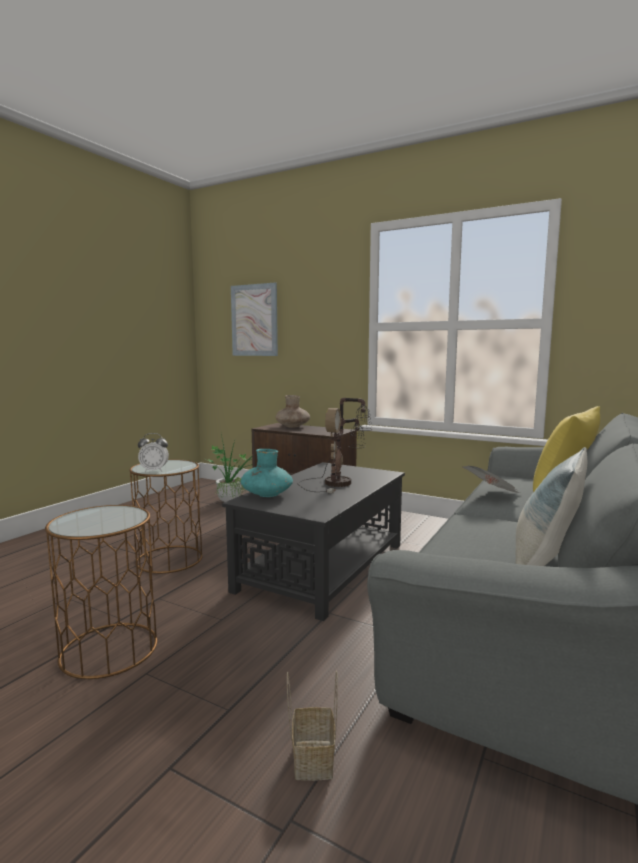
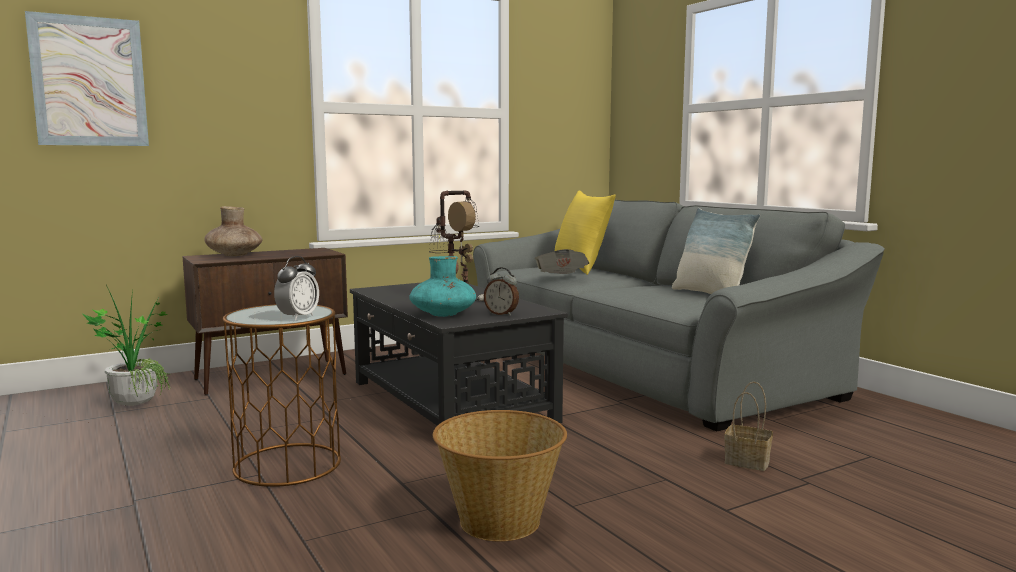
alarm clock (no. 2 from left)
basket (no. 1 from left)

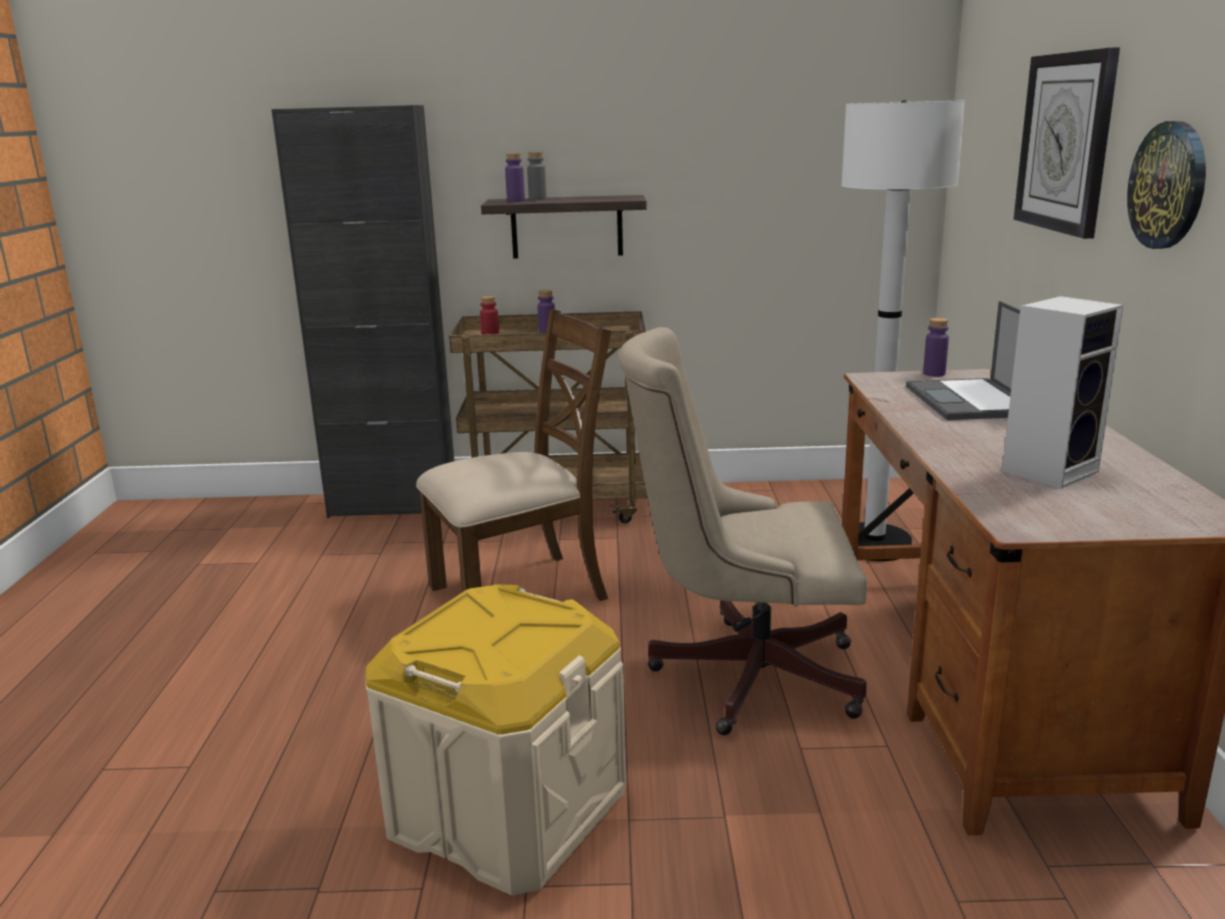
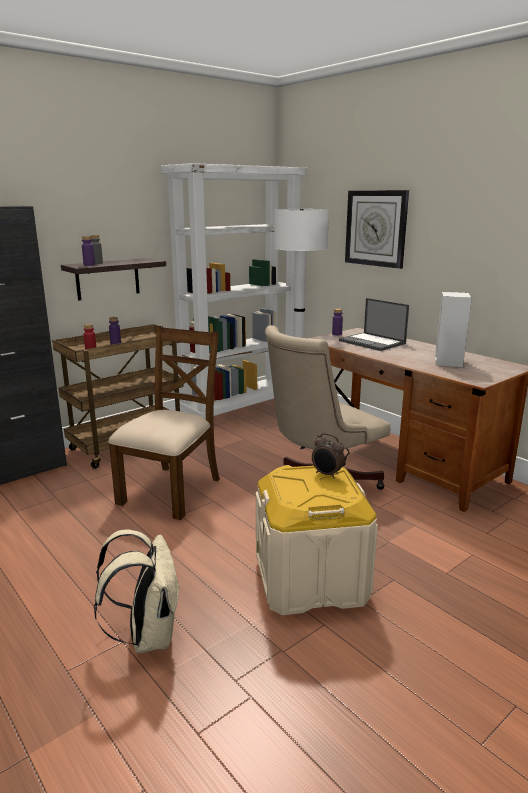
wall clock (no. 2 from left in the first image)
backpack in beige
bookcase in white
alarm clock

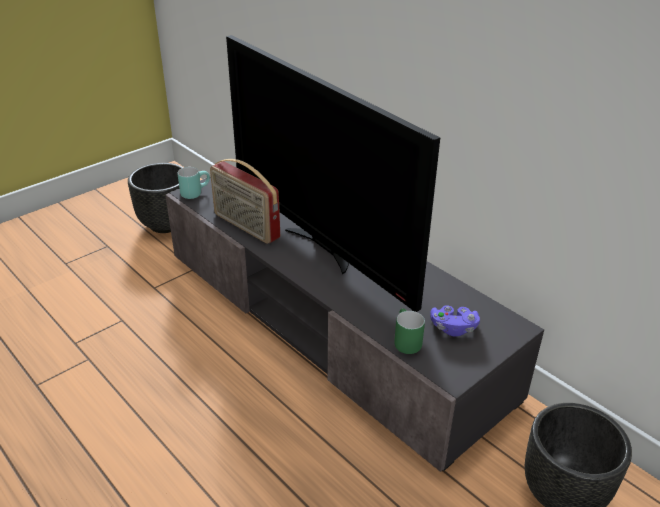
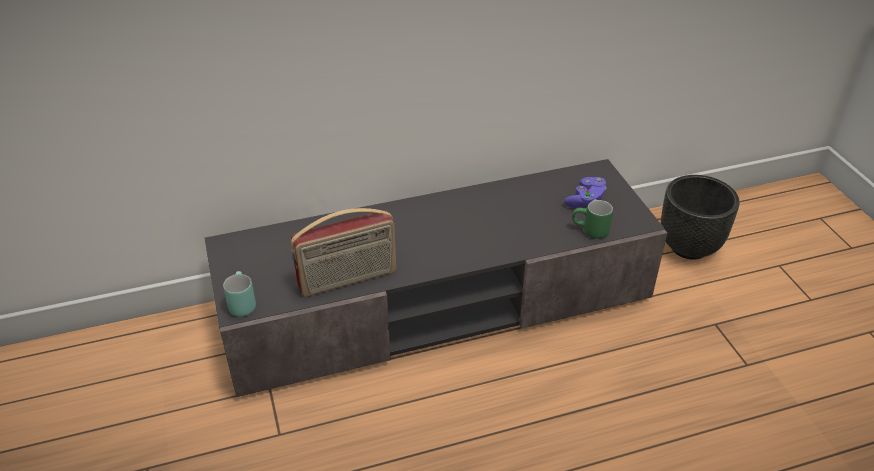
planter in black (no. 1 from left in the first image)
television

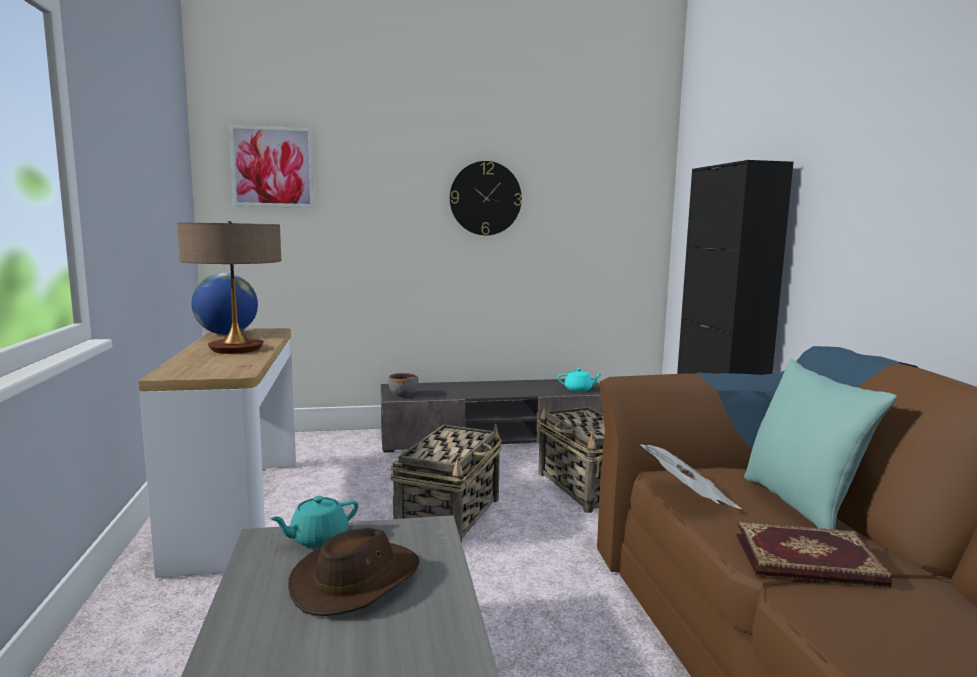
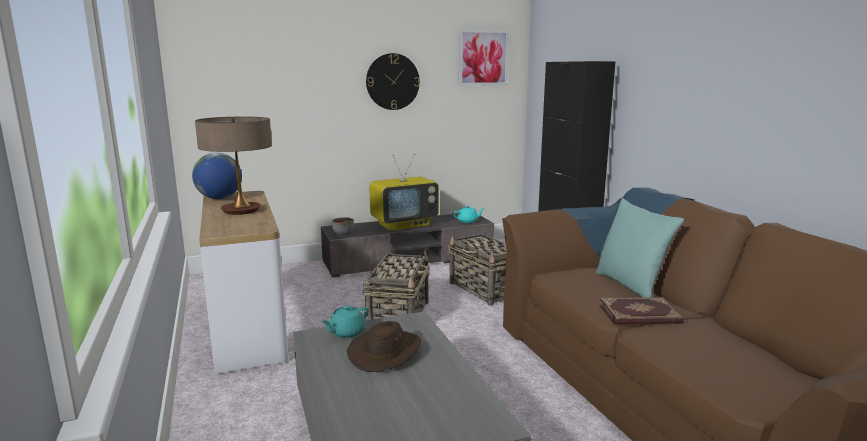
newspaper
television
picture

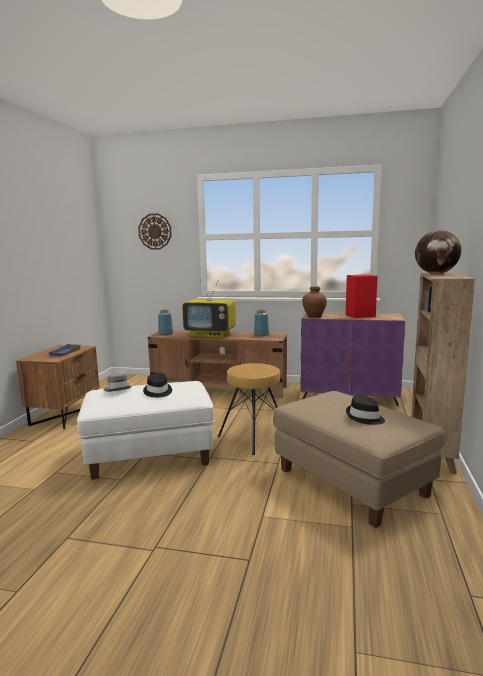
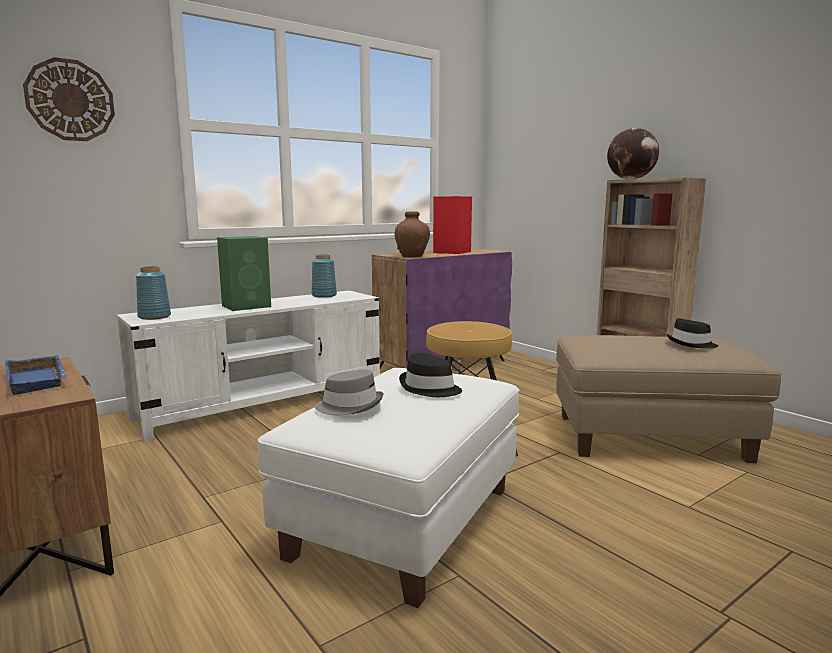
speaker in green
tv stand in white

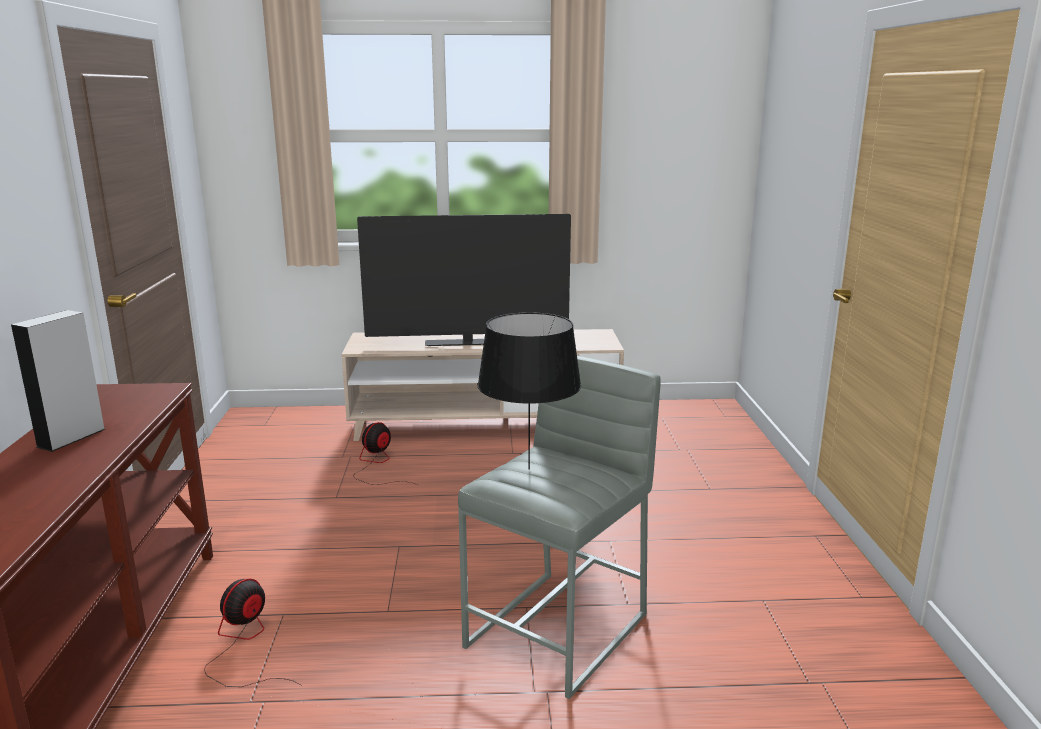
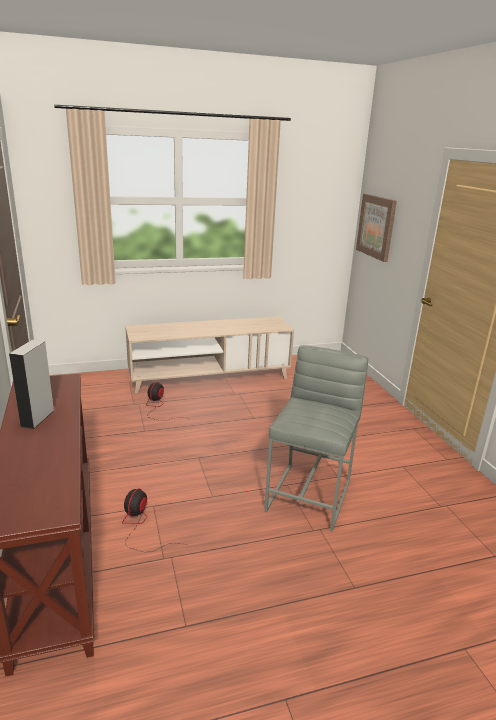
television
table lamp in black
picture

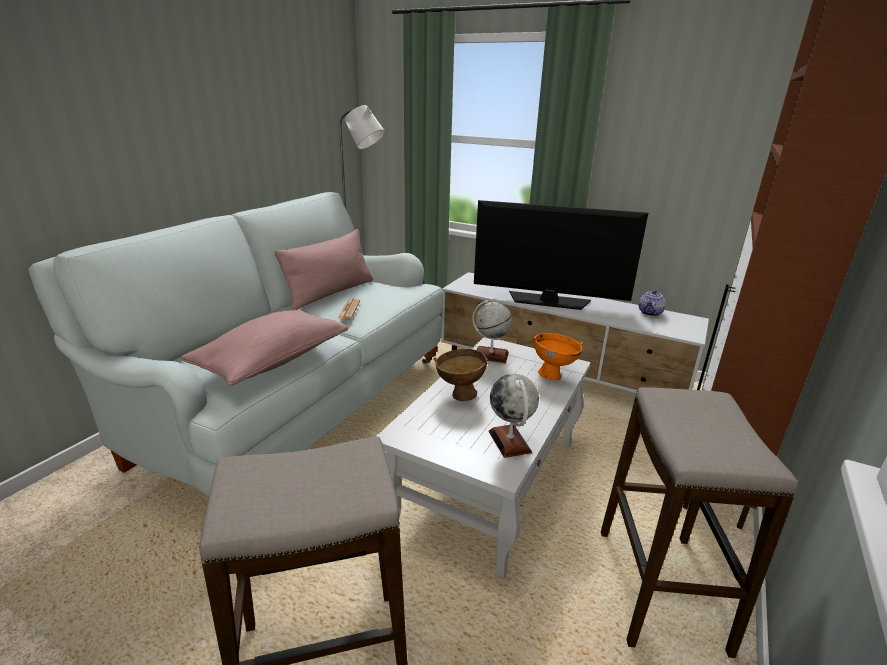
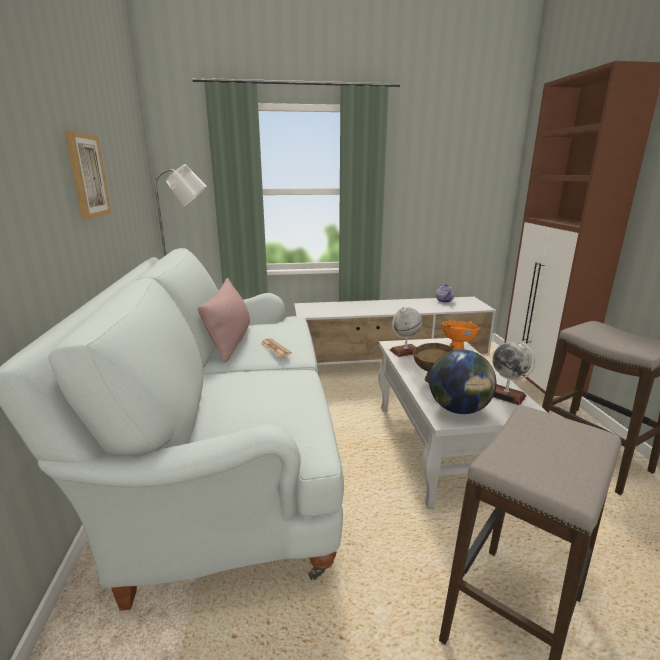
pillow in pink (no. 1 from left in the first image)
television
picture
globe (no. 2 from left)

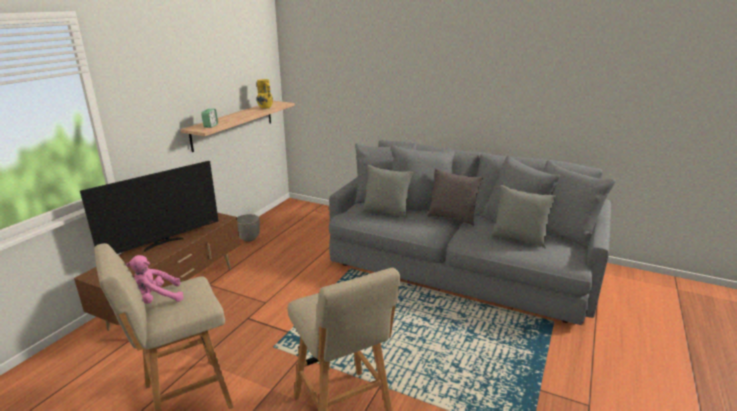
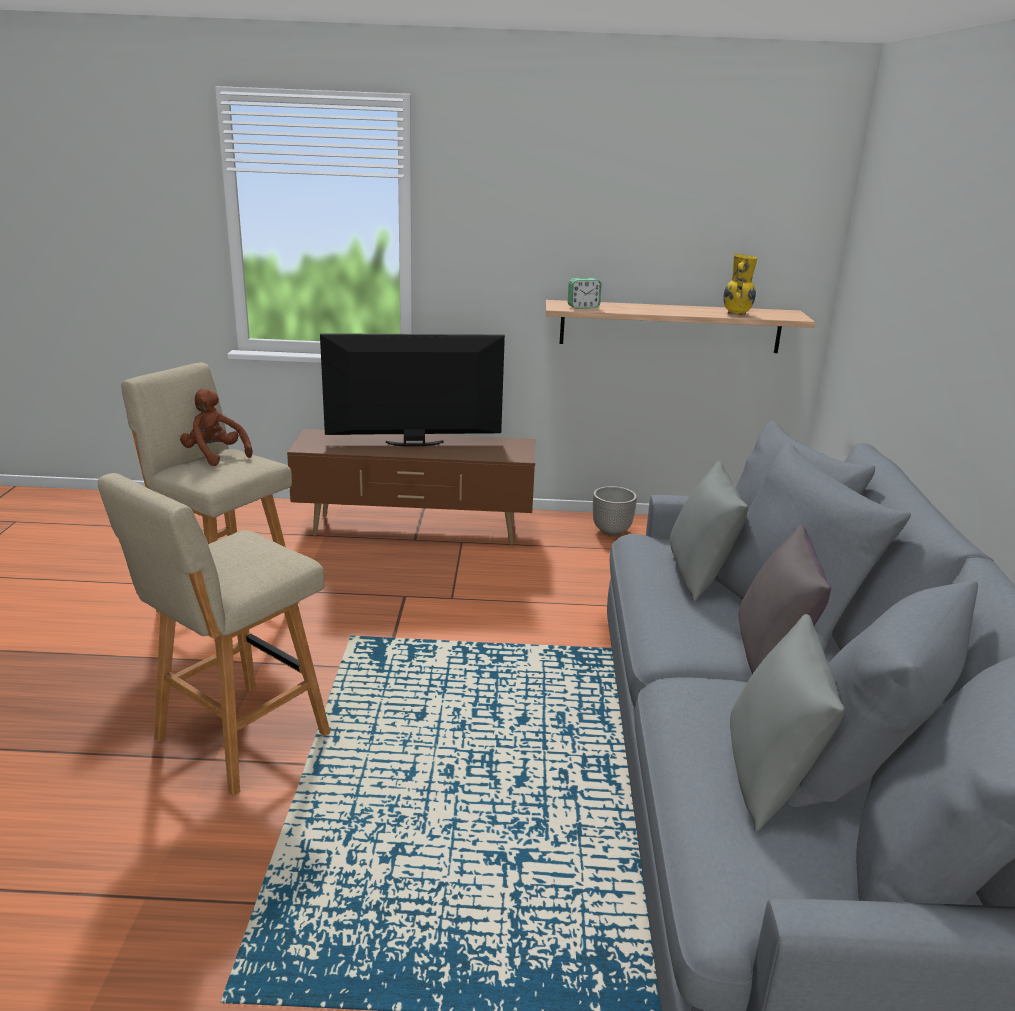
plush toy in brown
television

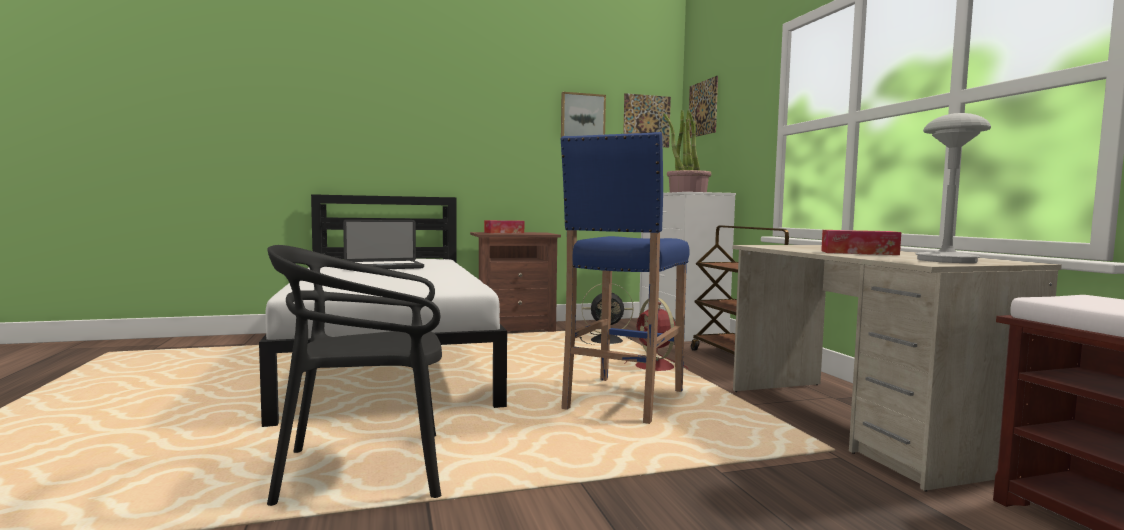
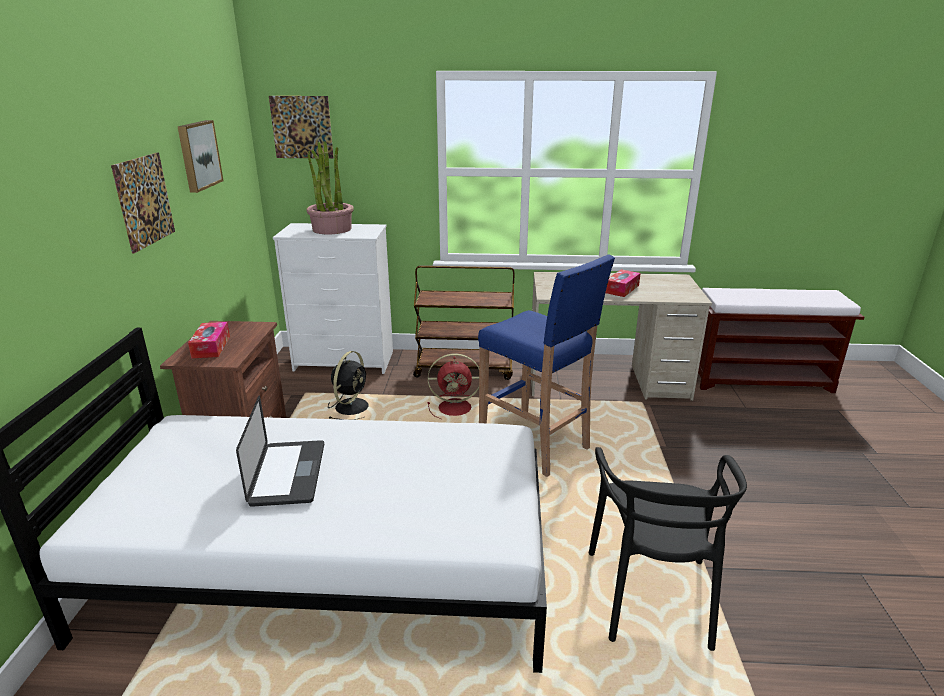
table lamp in grey
picture (no. 1 from left)

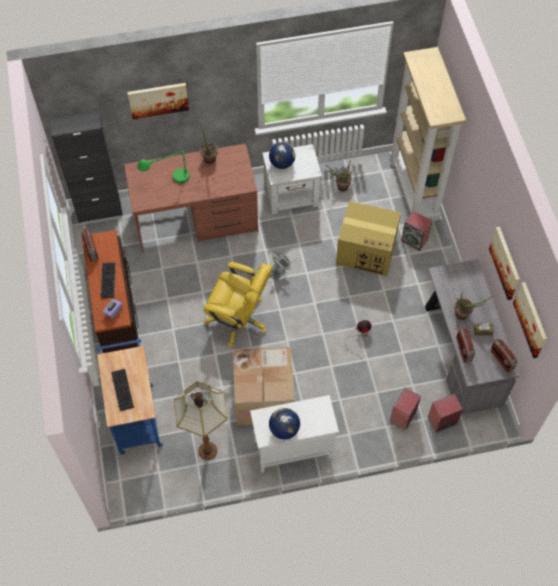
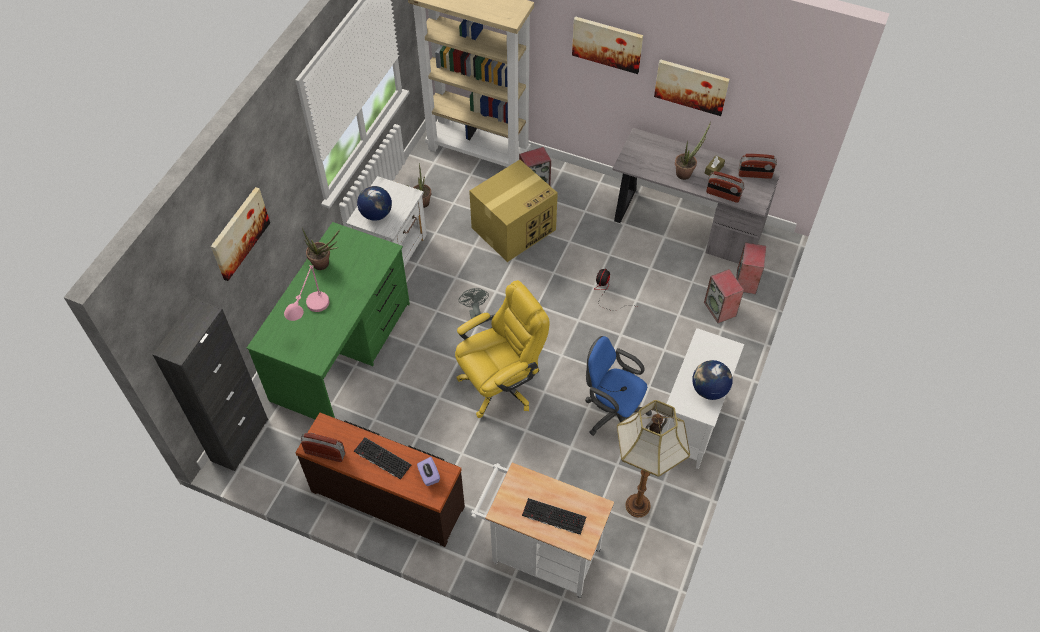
picture (no. 2 from left)
office chair in blue
cart in white
desk in green
table lamp in pink

